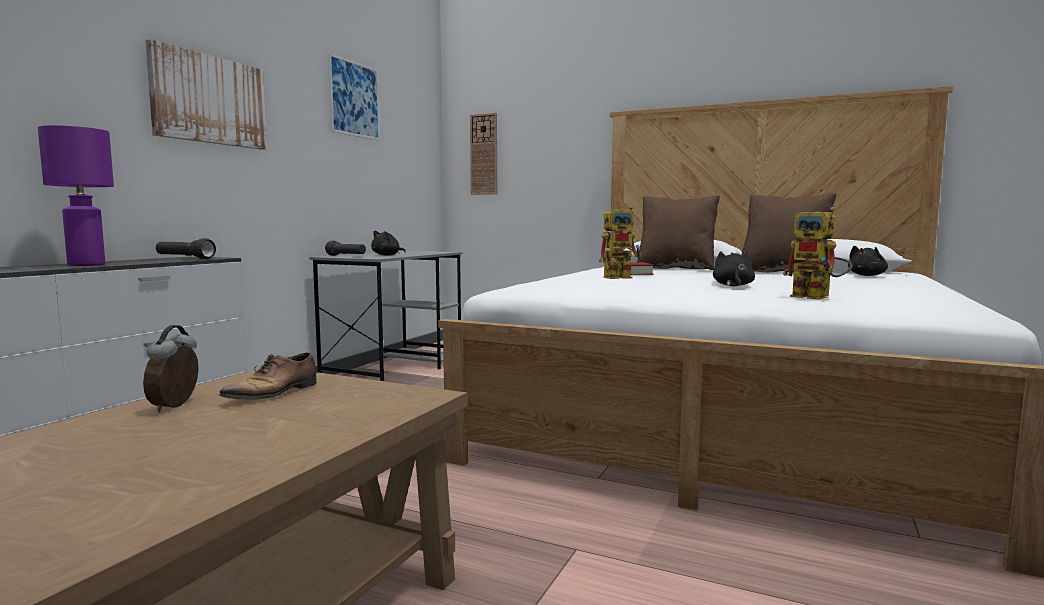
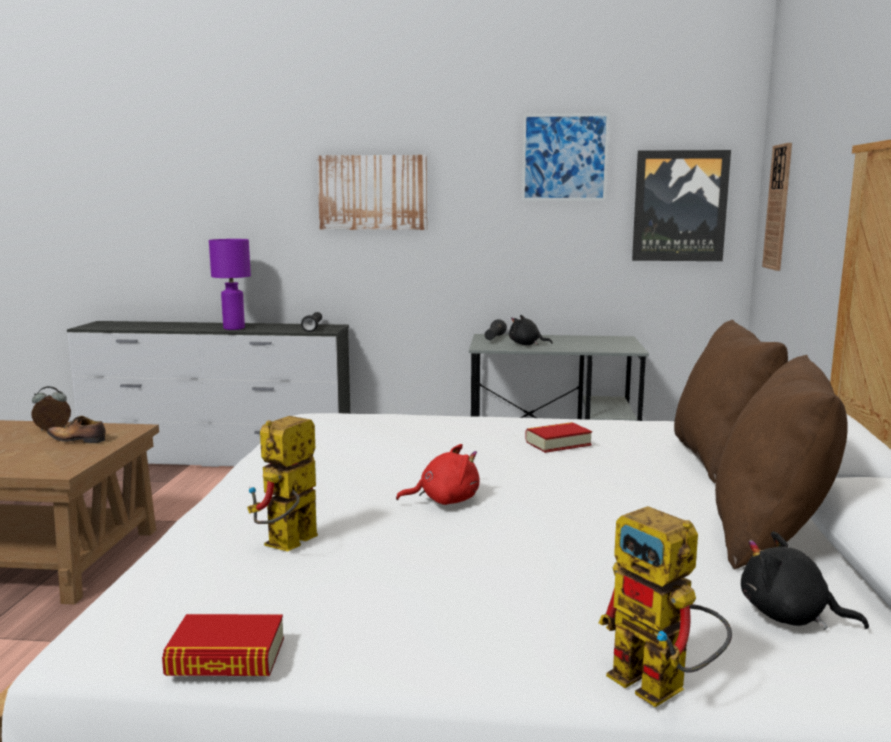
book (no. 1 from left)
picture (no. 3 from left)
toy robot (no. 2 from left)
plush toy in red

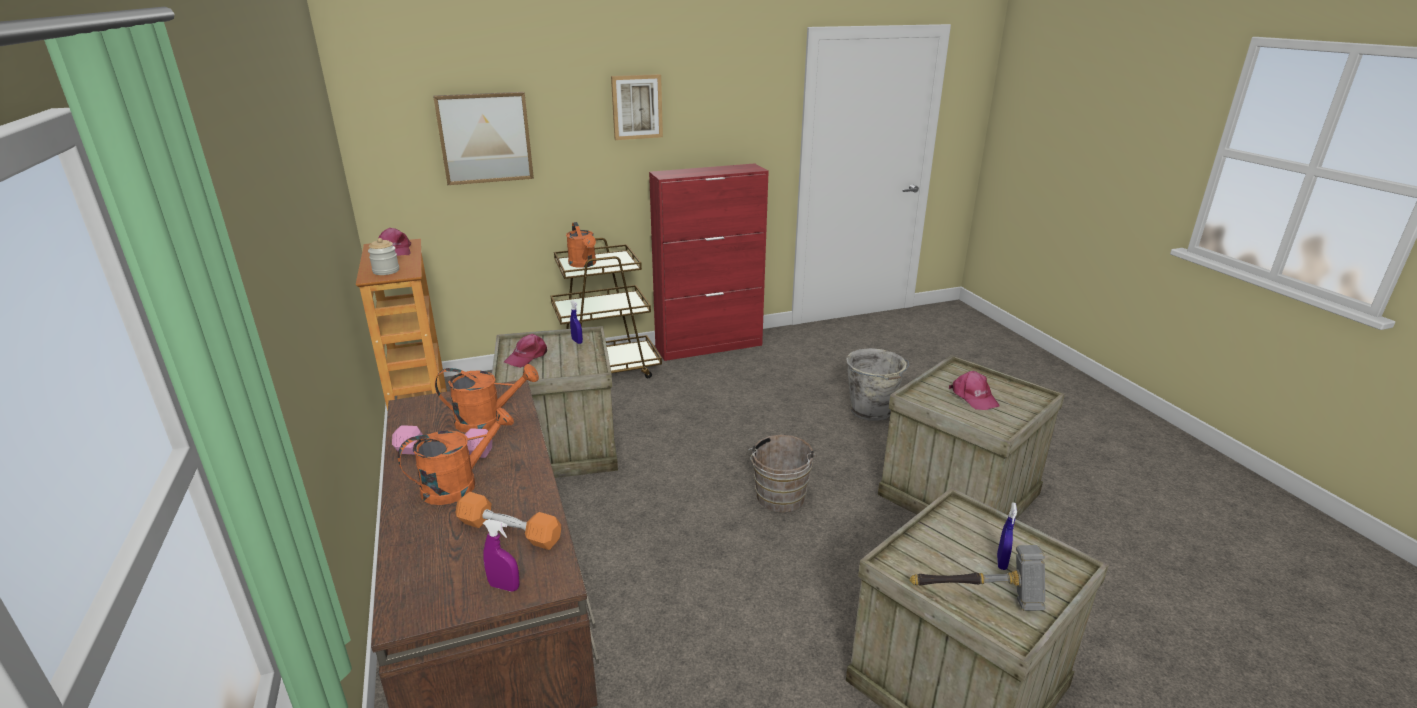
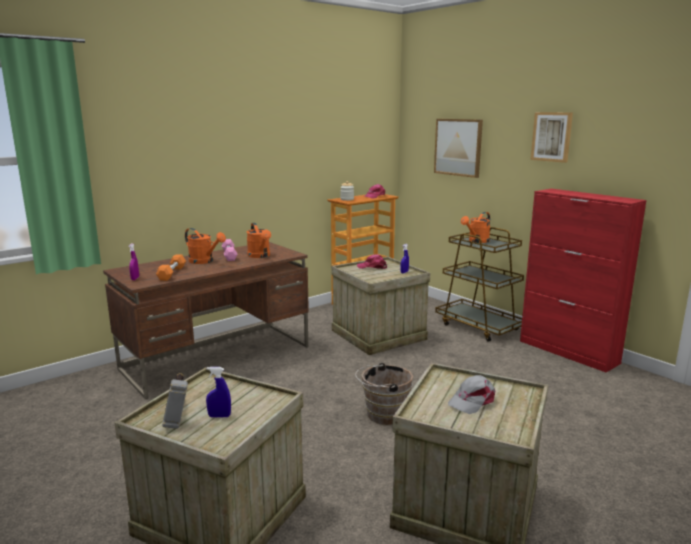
bucket in grey
cap in grey

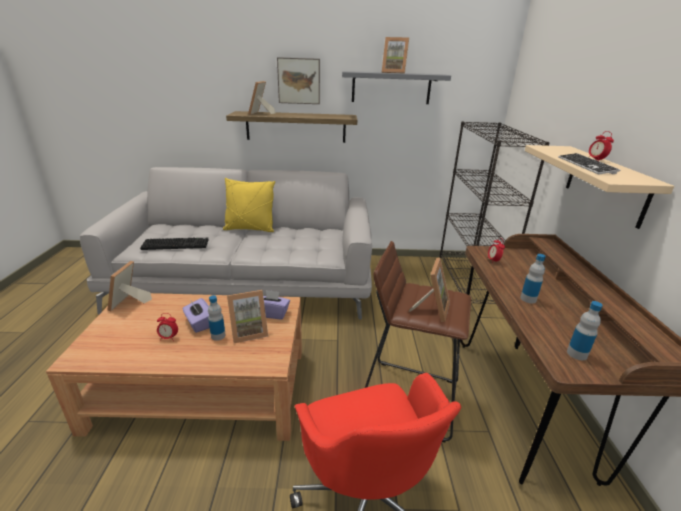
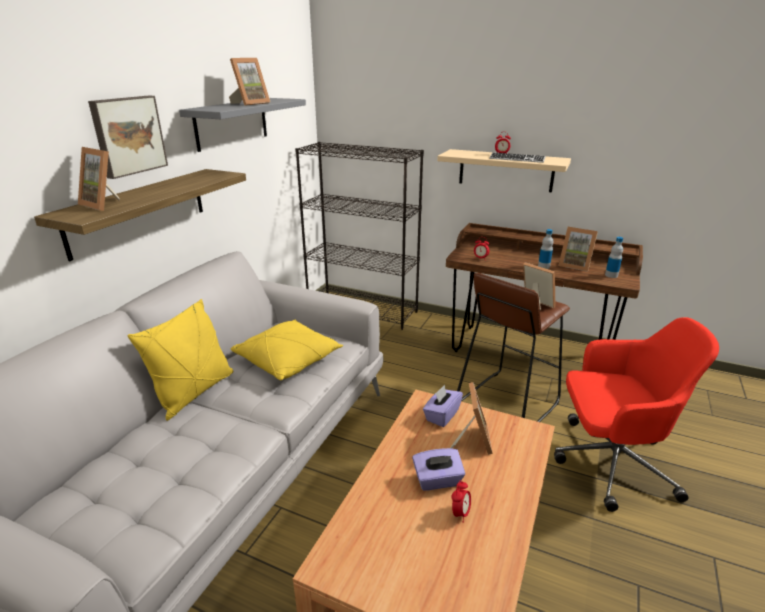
keyboard (no. 1 from left in the first image)
bottle (no. 1 from left in the first image)
pillow in yellow (no. 2 from left)
picture frame (no. 5 from left)

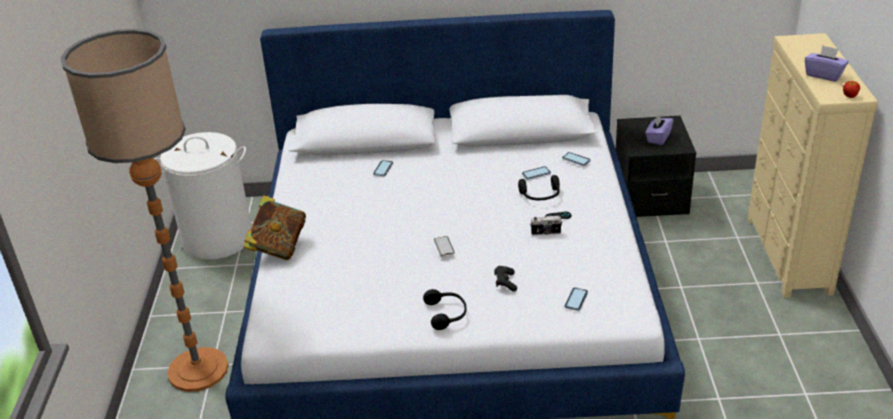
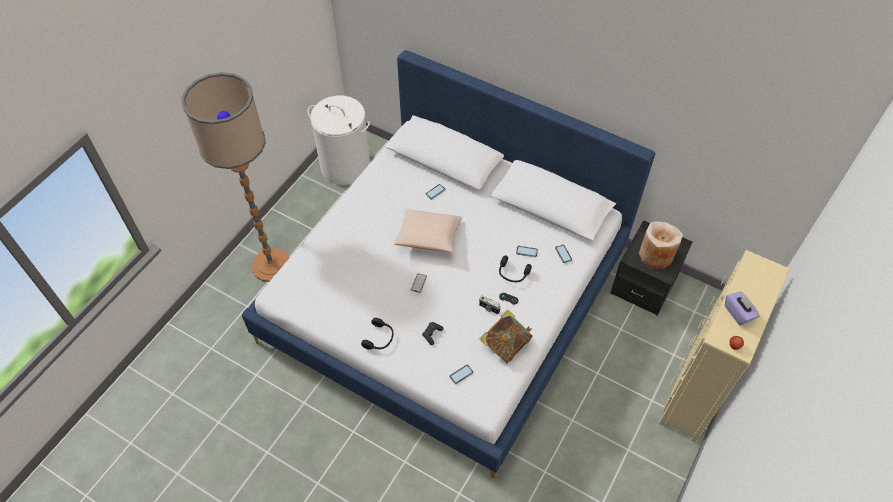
pillow in beige
book
vase in beige

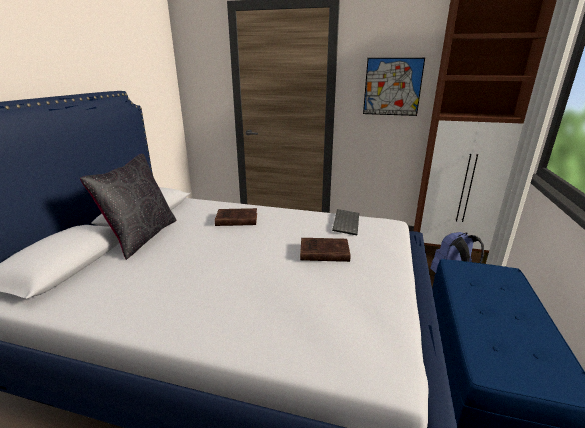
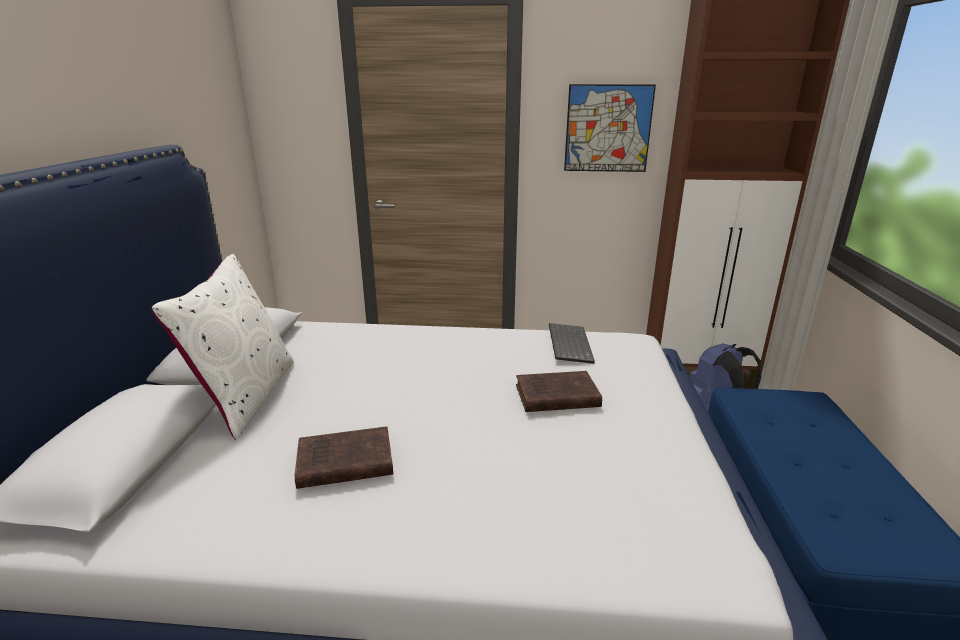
book in brown (no. 1 from left)
pillow in white

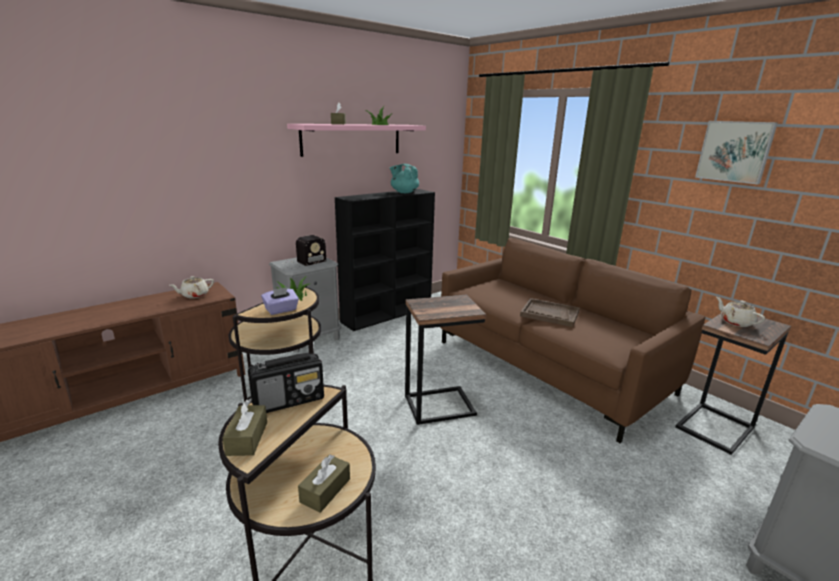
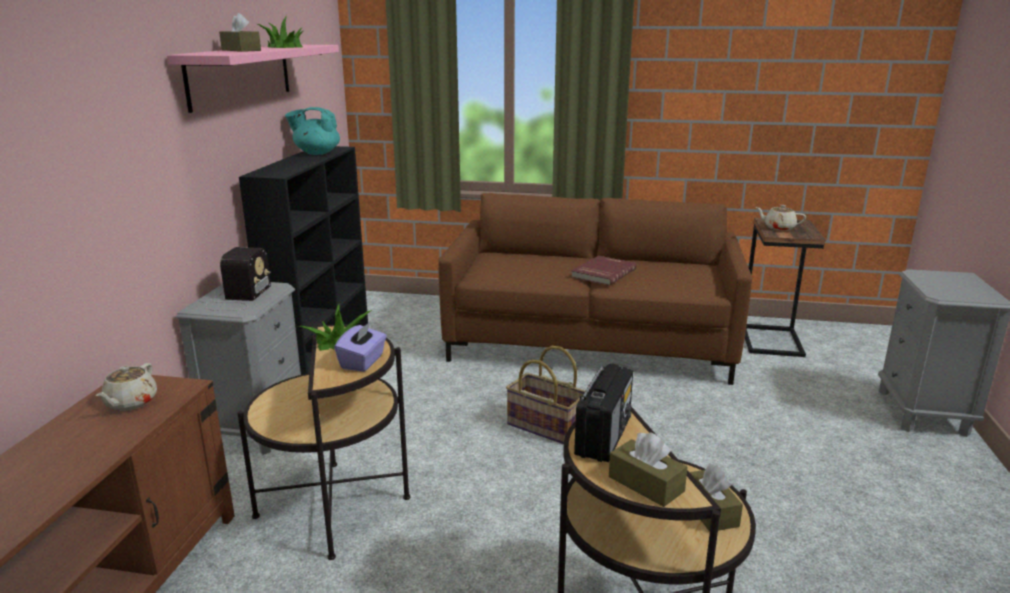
picture
basket
book in red

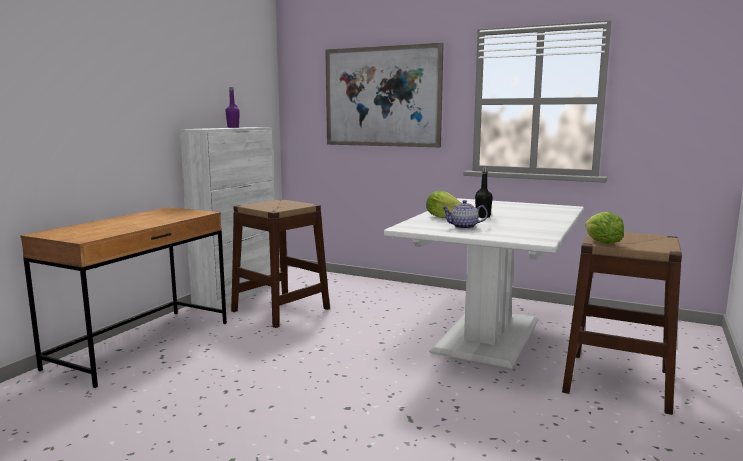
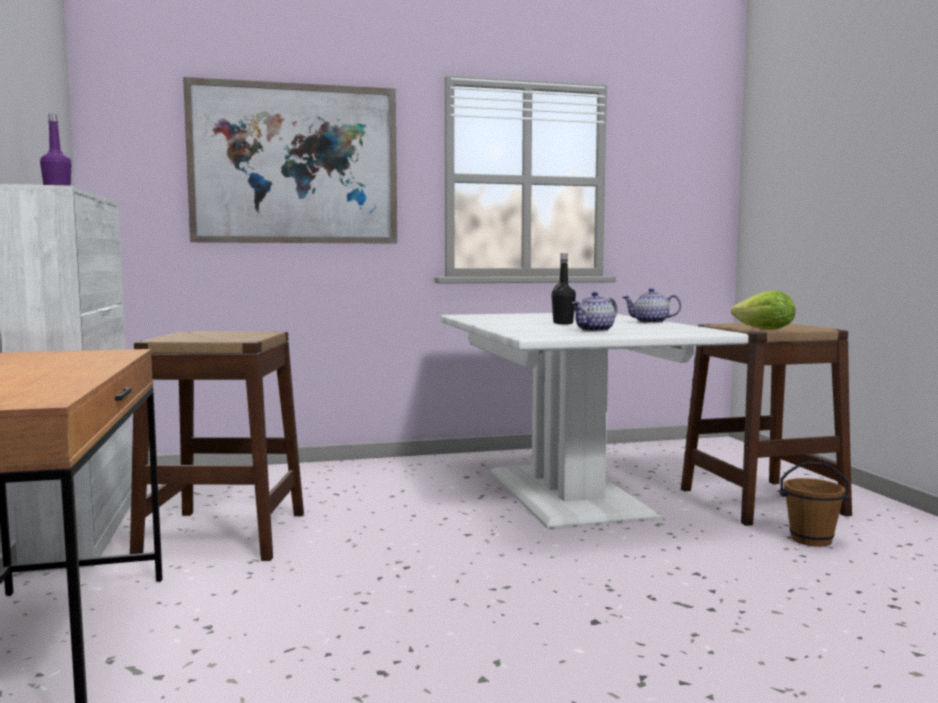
lettuce (no. 1 from left in the first image)
teapot (no. 2 from left)
bucket in brown

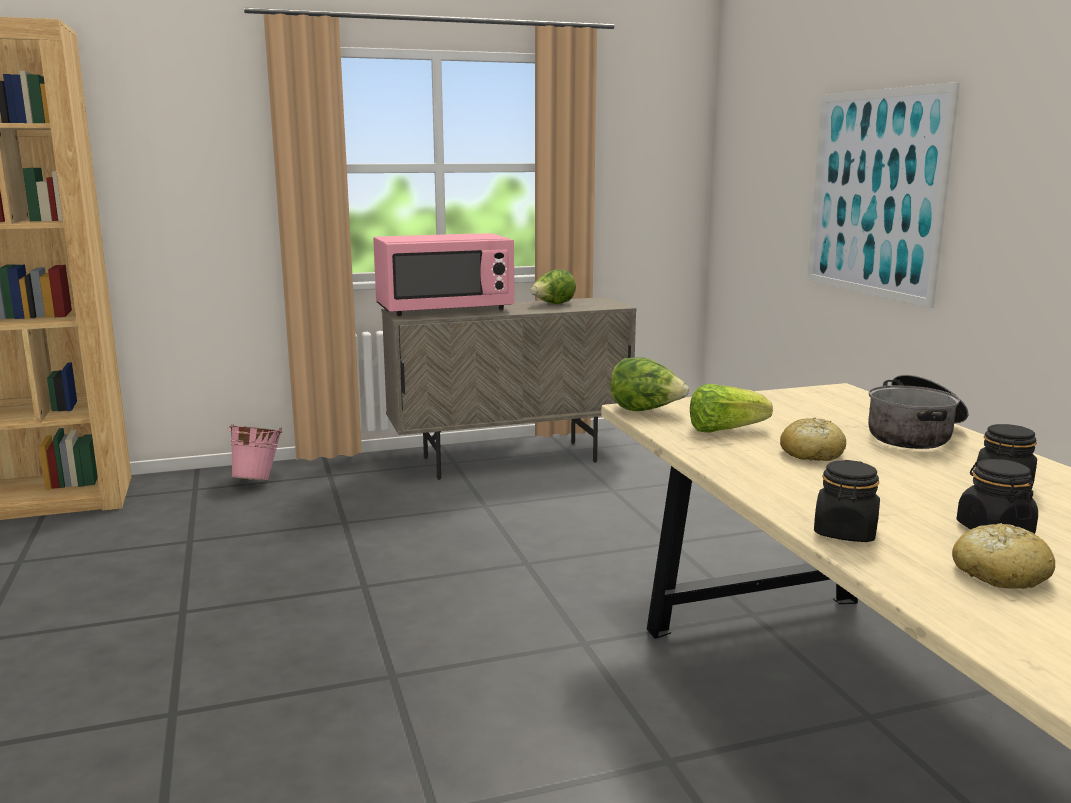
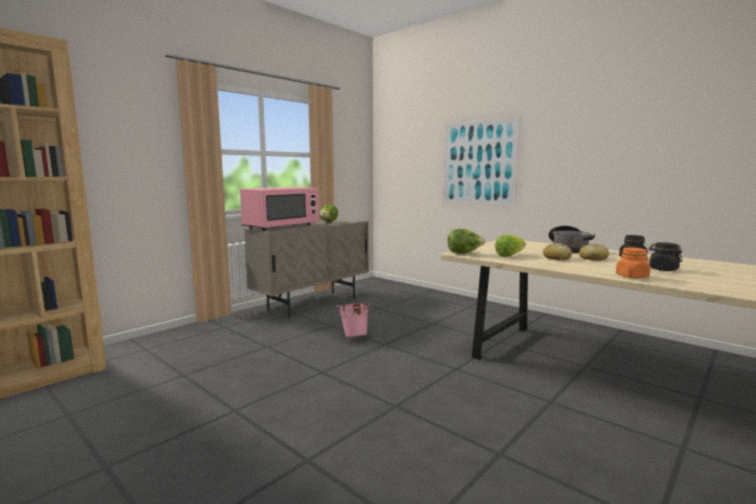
bucket in pink
bread (no. 2 from left)
jar in orange

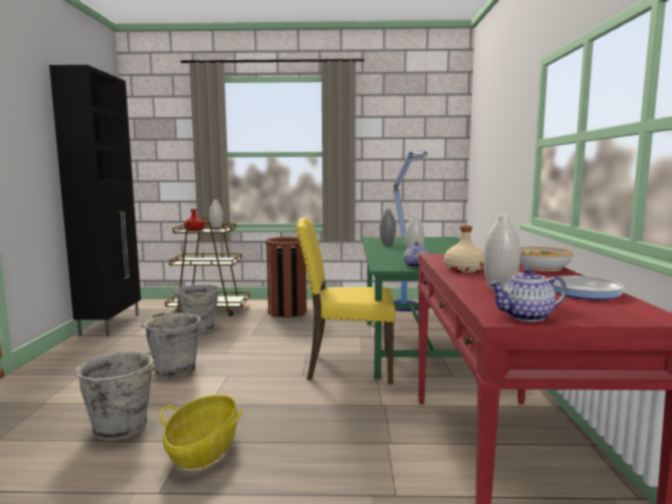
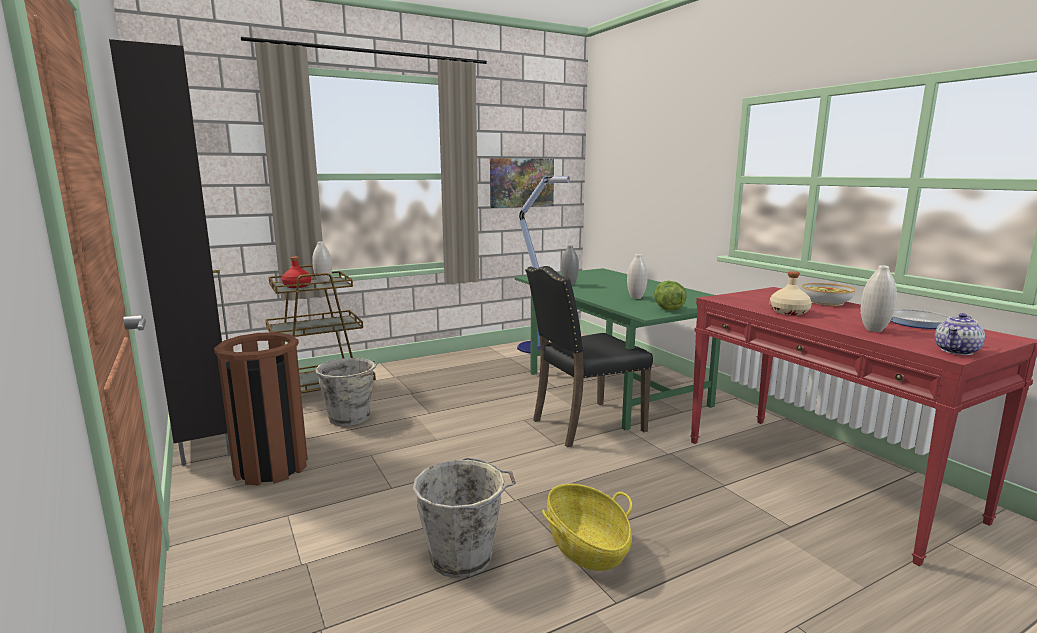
bucket in grey (no. 2 from left in the first image)
picture
trash can in brown
lettuce
chair in black

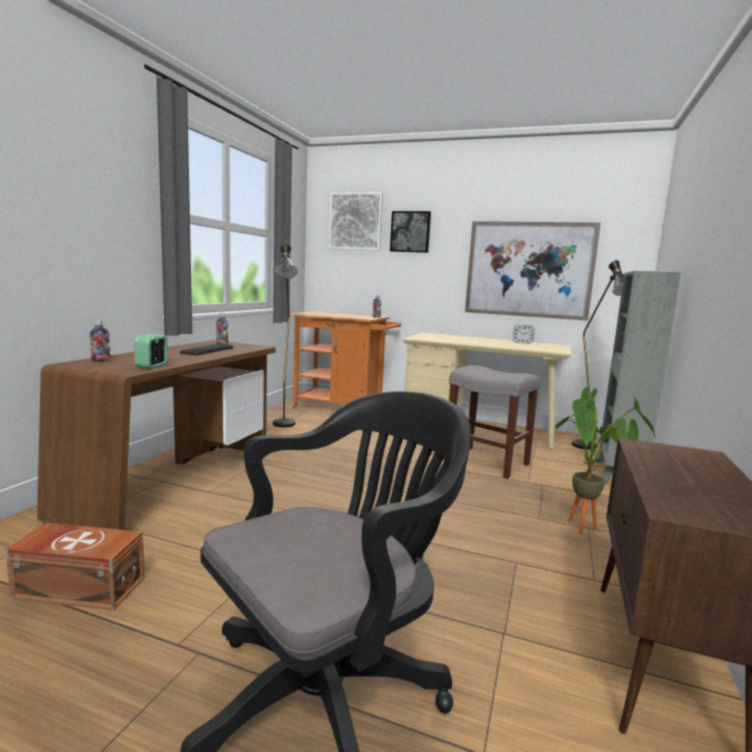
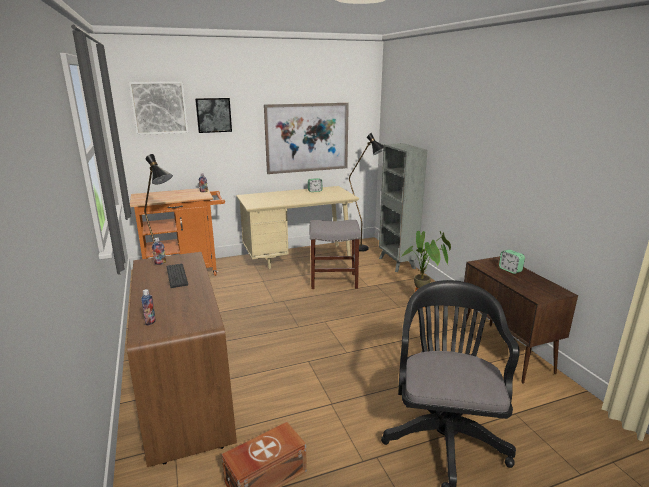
alarm clock (no. 2 from left)

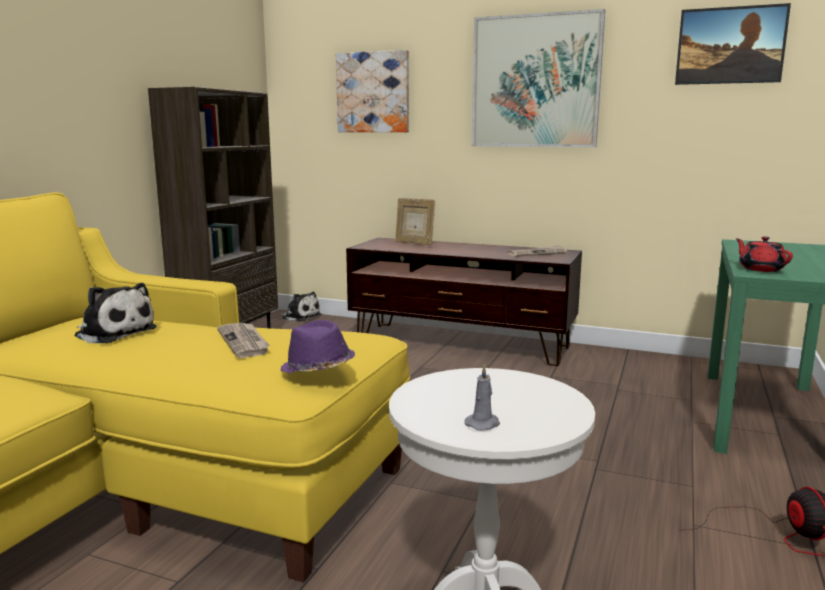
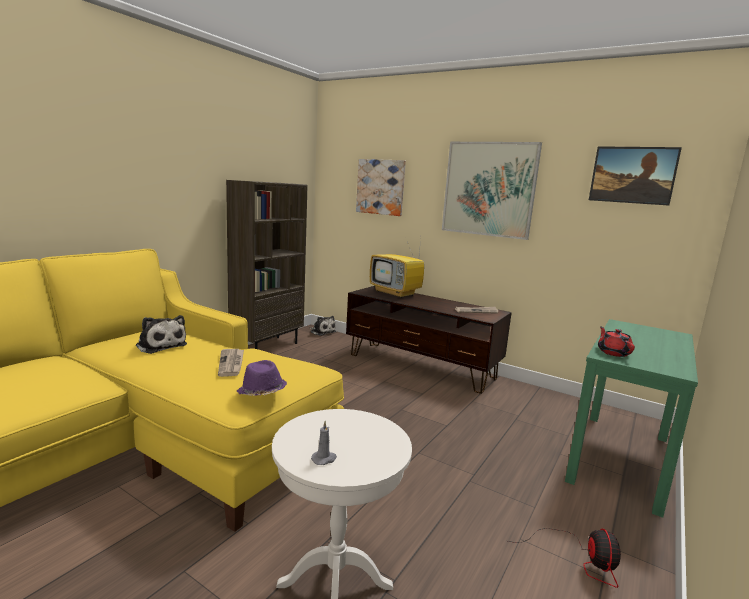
television

